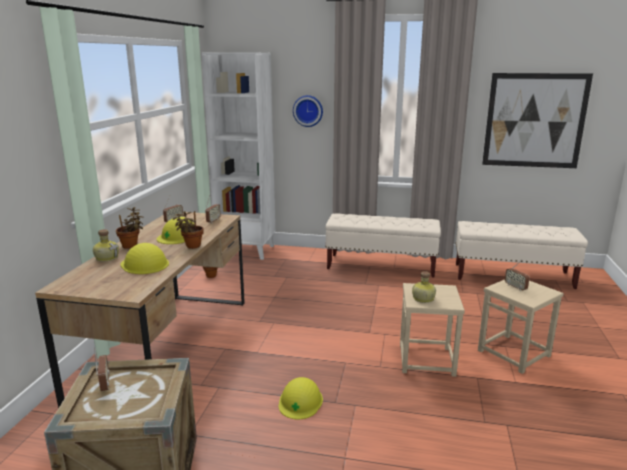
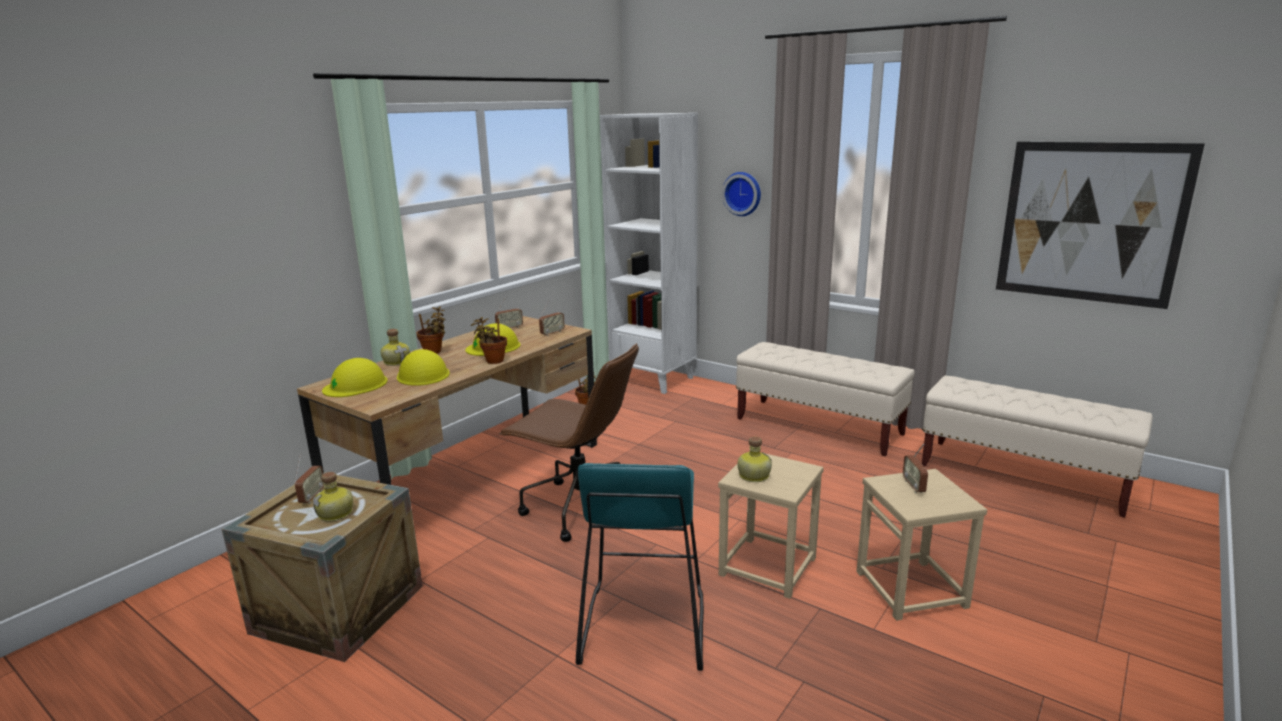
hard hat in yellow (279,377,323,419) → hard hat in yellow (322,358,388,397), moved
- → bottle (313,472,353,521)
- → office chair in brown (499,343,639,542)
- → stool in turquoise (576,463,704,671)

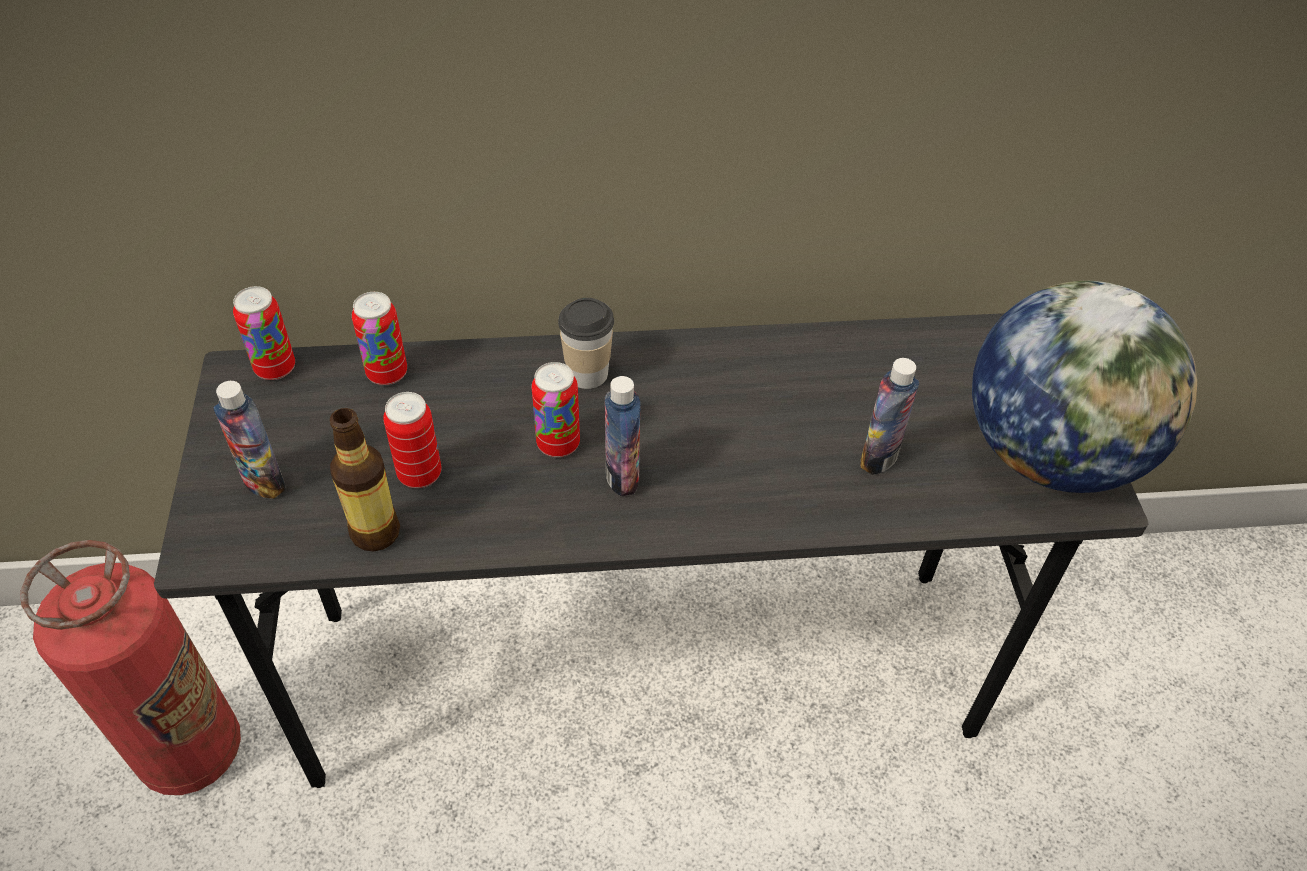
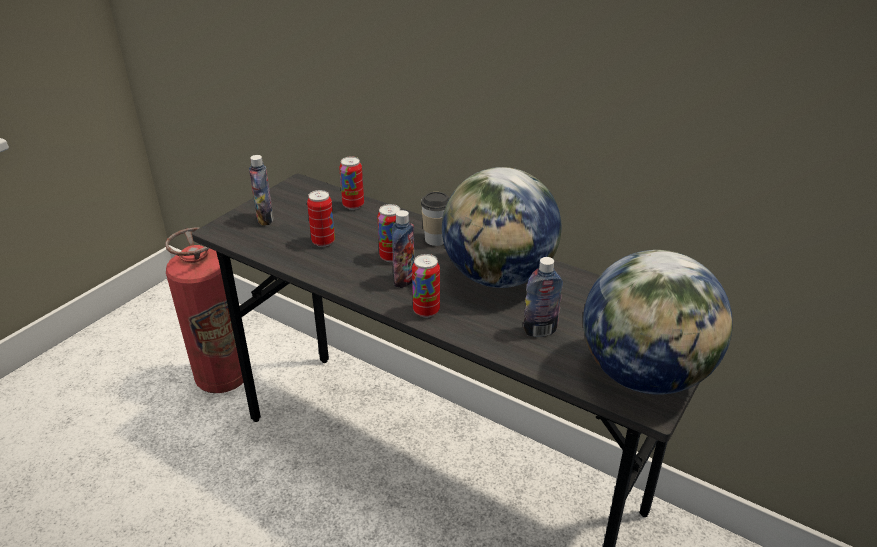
can (233,286,295,380) → can (412,254,440,317), moved
bottle (330,408,400,552) → -
- → globe (442,167,562,288)

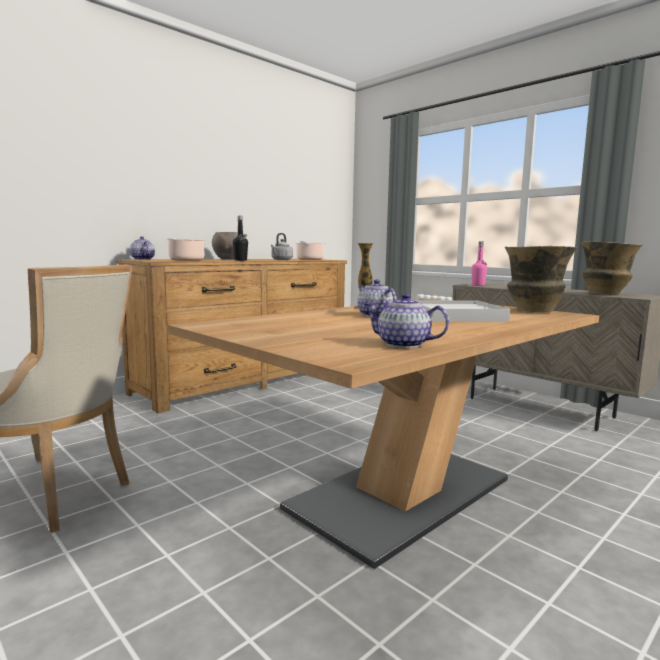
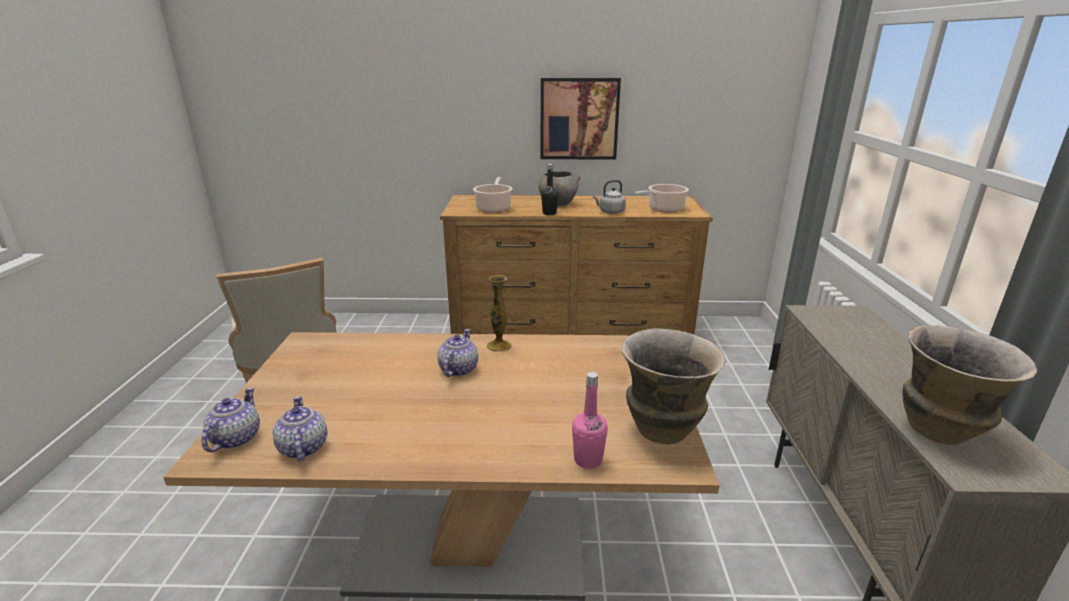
teapot (130,236,155,260) → teapot (201,387,260,452), moved
tray in white (414,300,510,322) → -
bottle in pink (472,242,487,286) → bottle in pink (572,372,608,469), moved
- → picture (540,78,621,160)

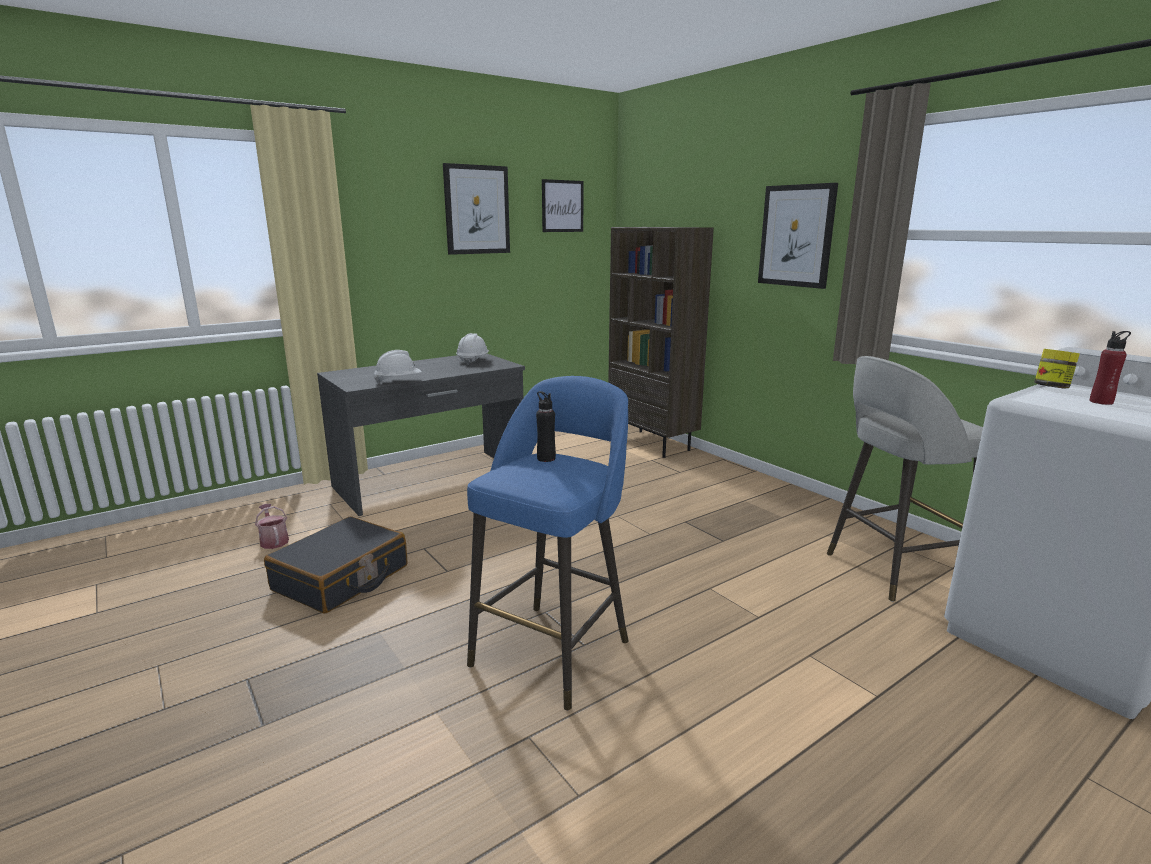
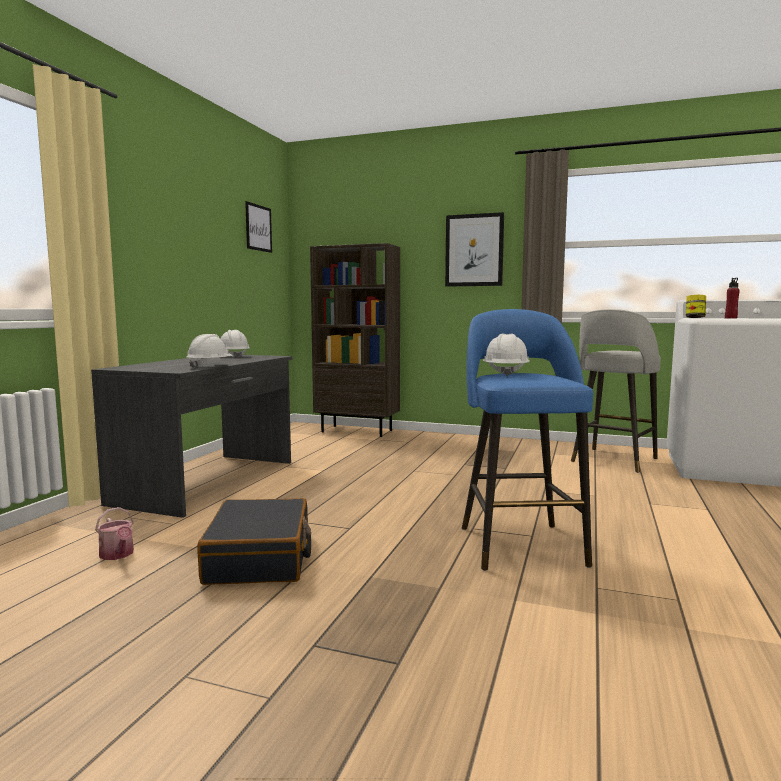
watering can (255,504,289,549) → watering can (95,507,134,560), 150 degrees counterclockwise
picture (443,163,510,255) → -
bottle in black (536,391,556,462) → hard hat in white (483,333,530,377)

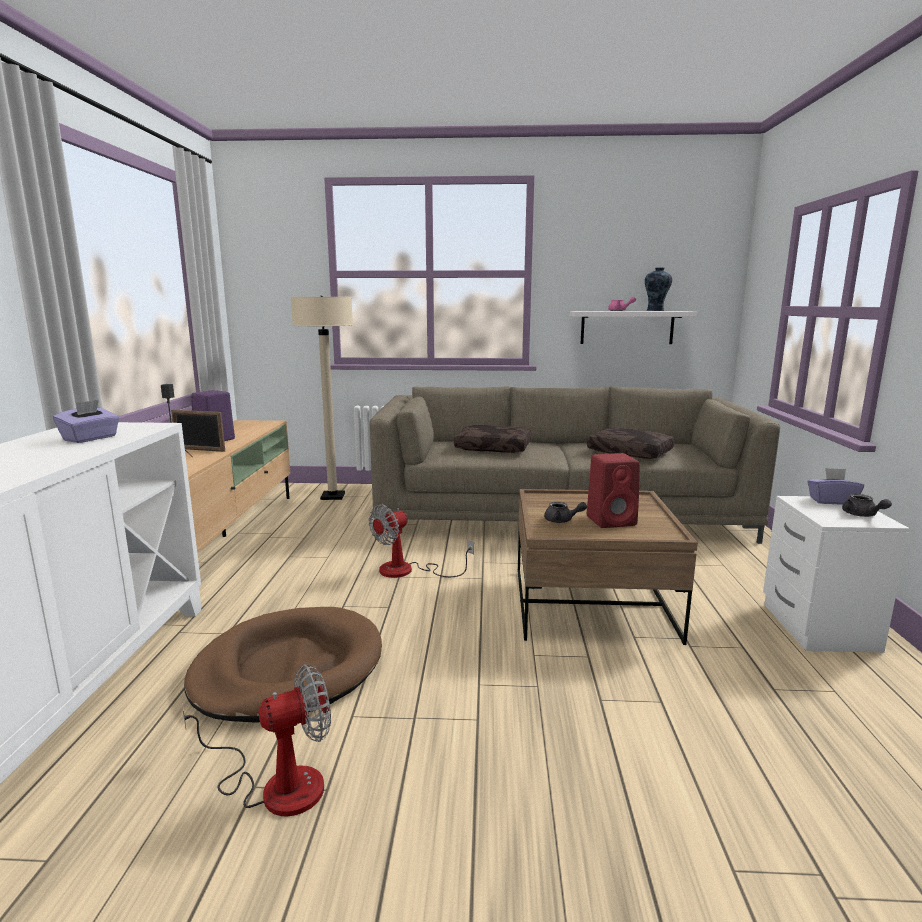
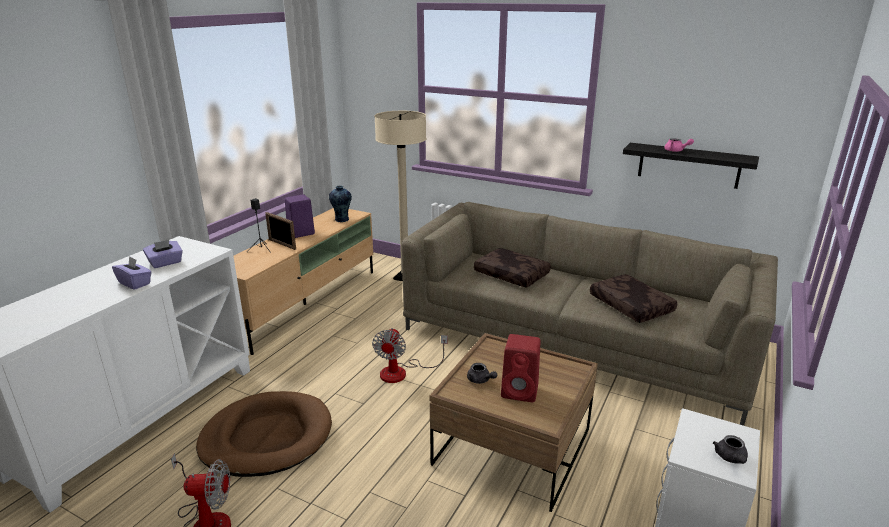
fan (369,504,474,578) → fan (372,328,448,383), 60 degrees counterclockwise
shelf in white (570,311,697,344) → shelf in black (623,143,759,189)
vase (645,267,672,311) → vase (329,185,352,222), moved
tissue box in purple (808,468,864,505) → tissue box in purple (112,256,152,290), moved

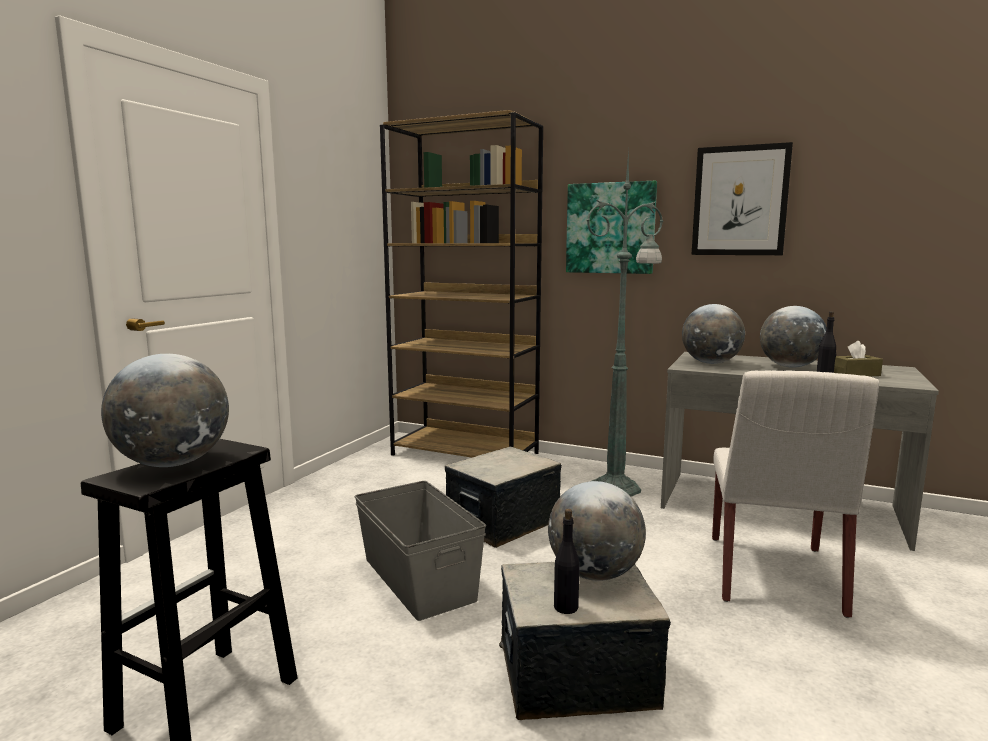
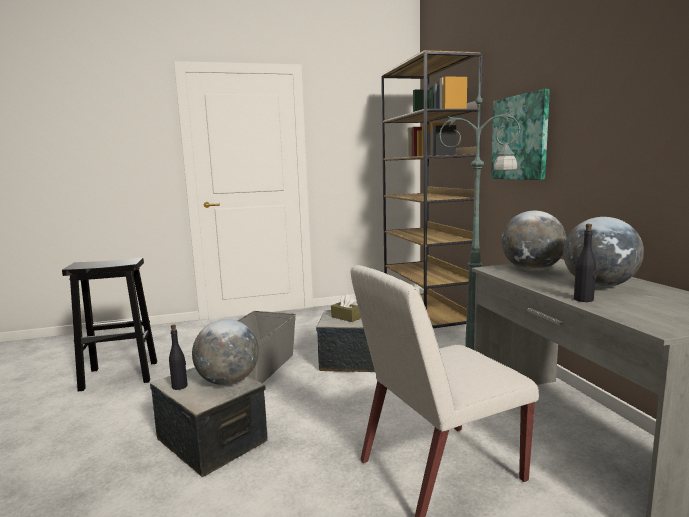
globe (101,354,229,467) → -
picture (691,142,793,255) → -
tissue box in brown (834,341,883,376) → tissue box in brown (331,294,361,322), moved

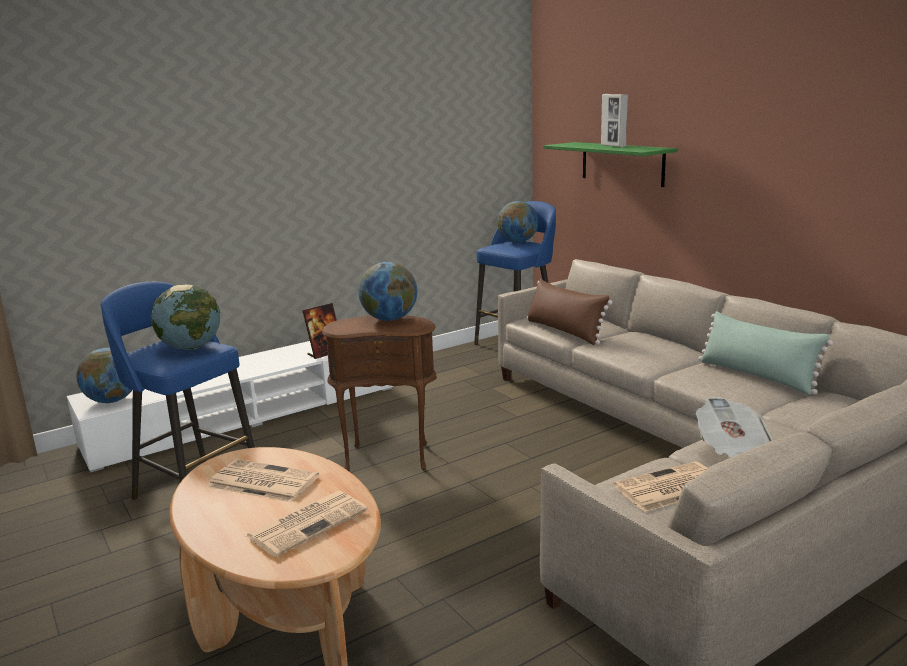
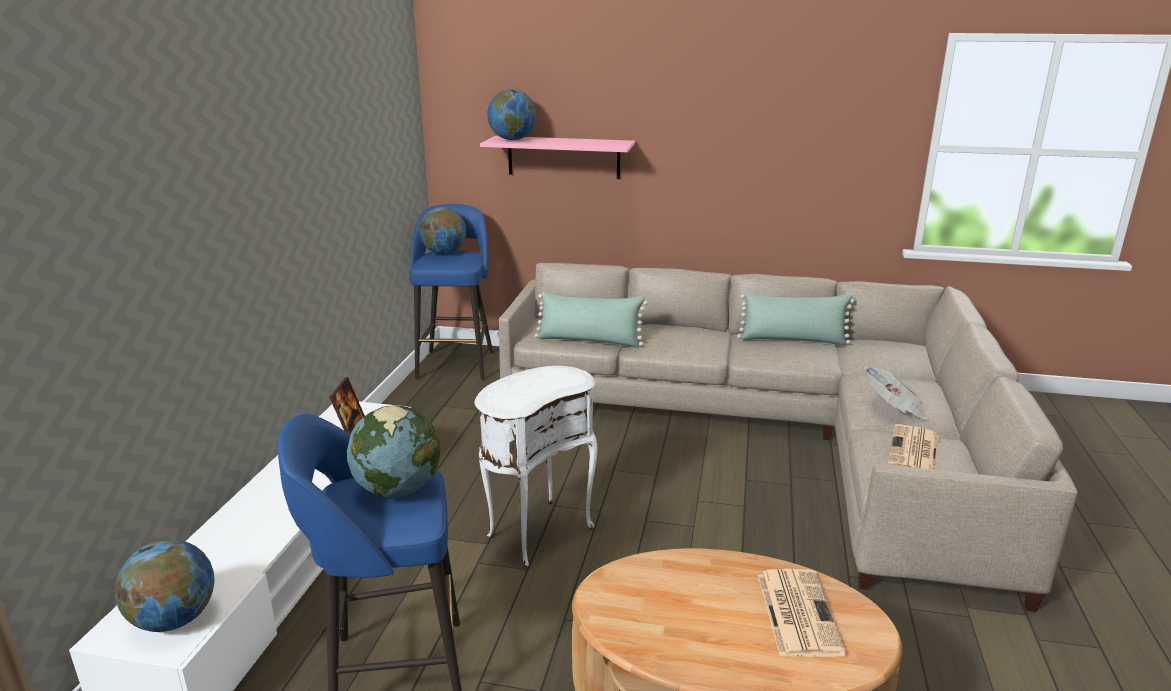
newspaper (208,459,319,502) → -
side table in brown (322,316,437,471) → side table in white (475,366,597,568)
globe (358,262,417,321) → globe (487,89,537,140), moved
pillow in brown (527,279,613,345) → pillow in green (535,292,648,348)
shelf in green (543,142,678,187) → shelf in pink (480,136,635,179)
picture frame (601,94,628,147) → -

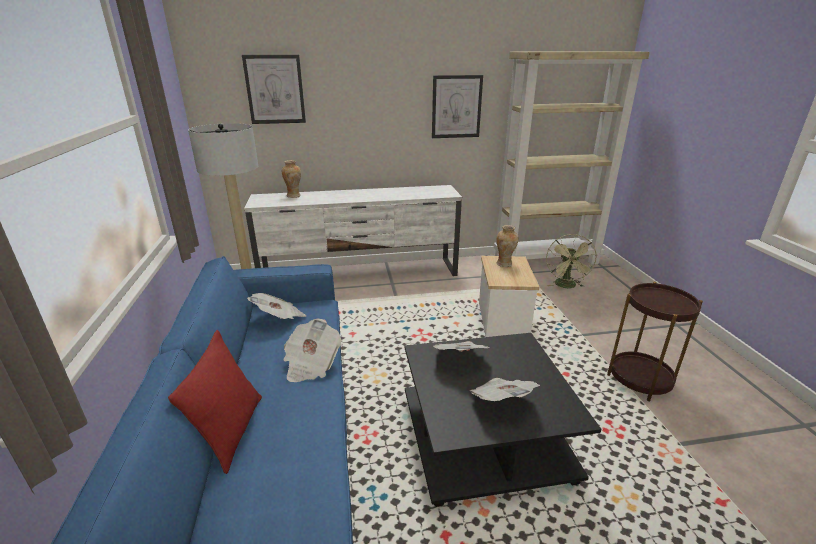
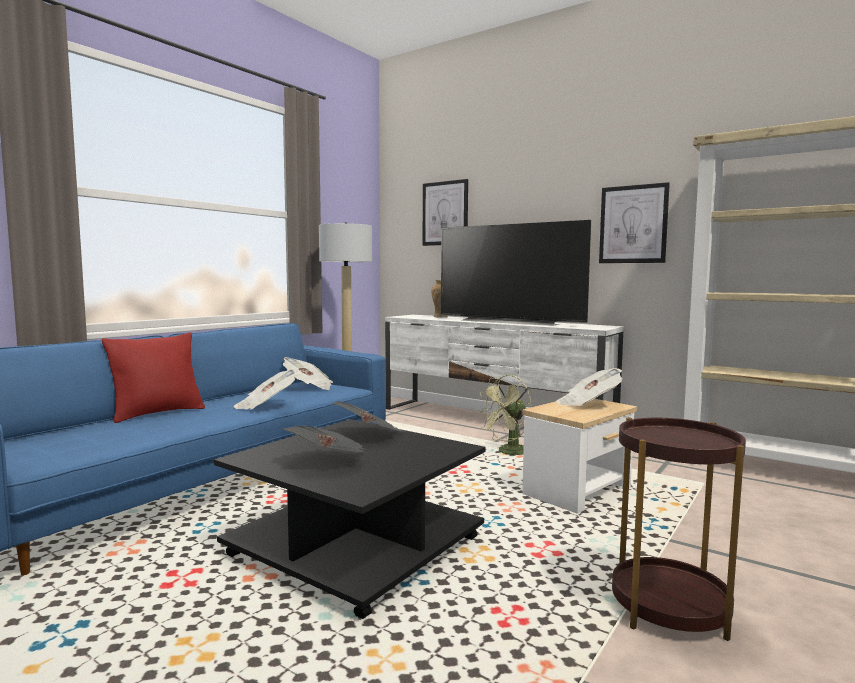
vase (496,225,519,267) → newspaper (556,368,622,406)
fan in green (546,234,598,288) → fan in green (477,375,532,455), moved
- → television (441,220,591,326)

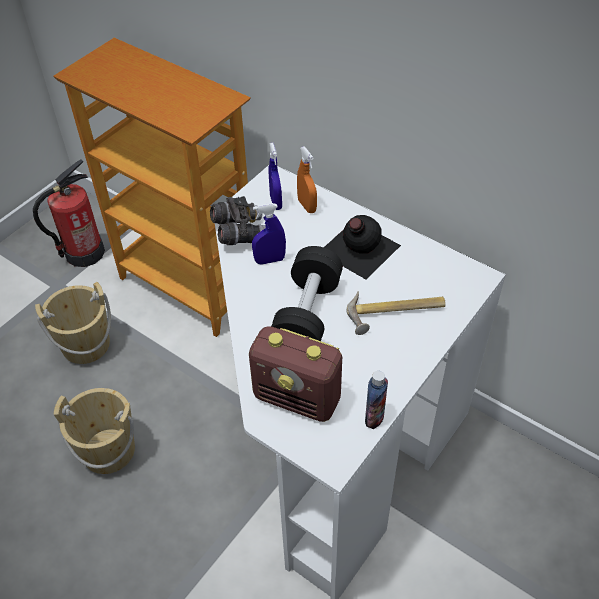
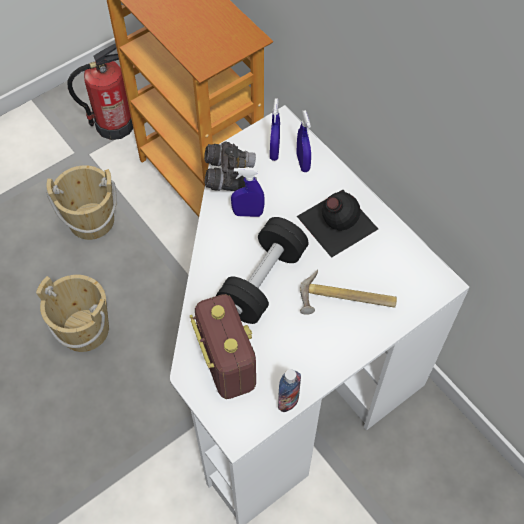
radio (249,326,342,422) → radio (190,294,256,399), 150 degrees counterclockwise
spray bottle in orange (297,147,317,213) → spray bottle in blue (297,110,311,172)

